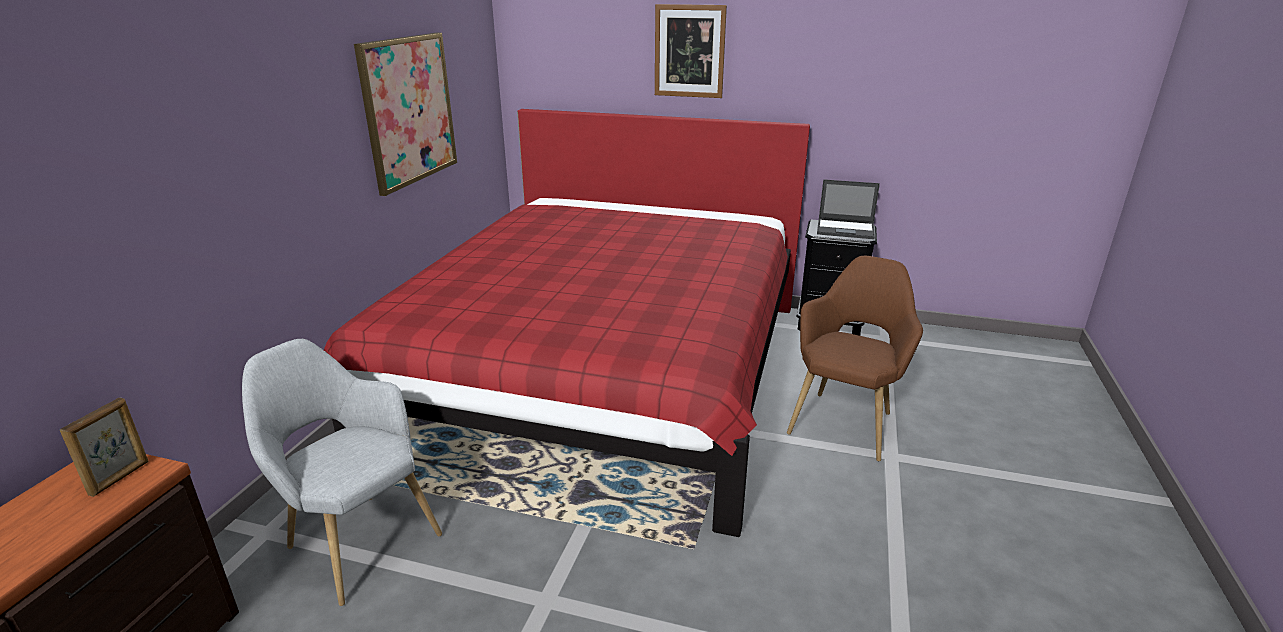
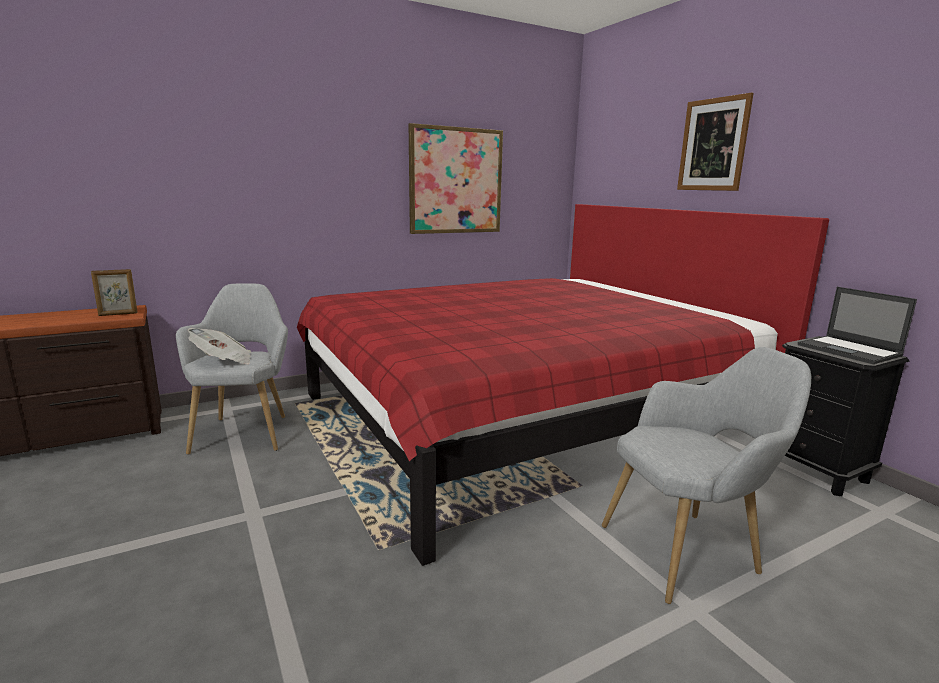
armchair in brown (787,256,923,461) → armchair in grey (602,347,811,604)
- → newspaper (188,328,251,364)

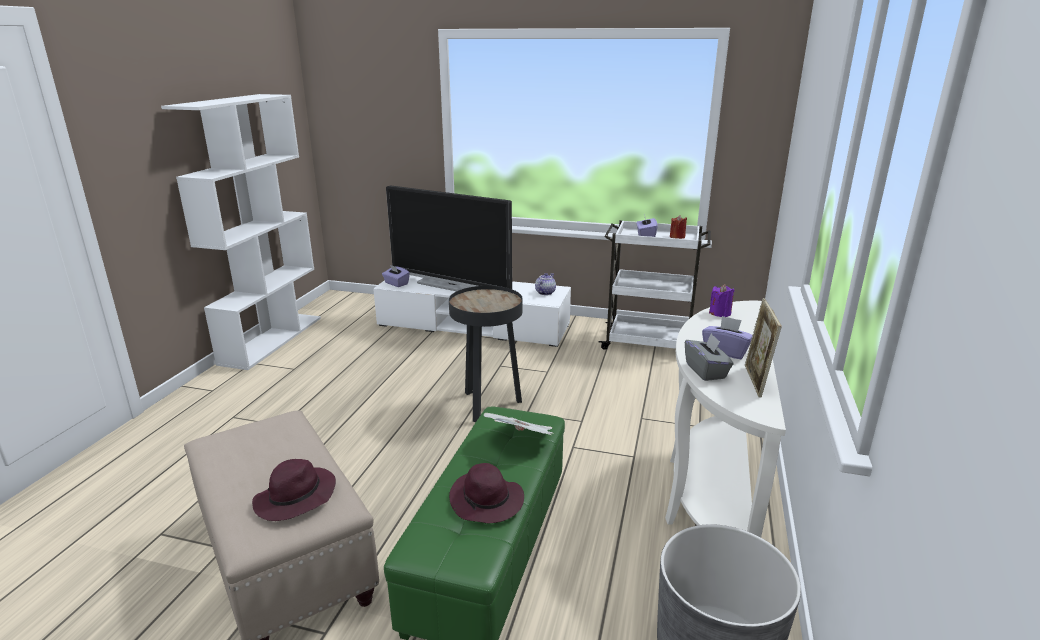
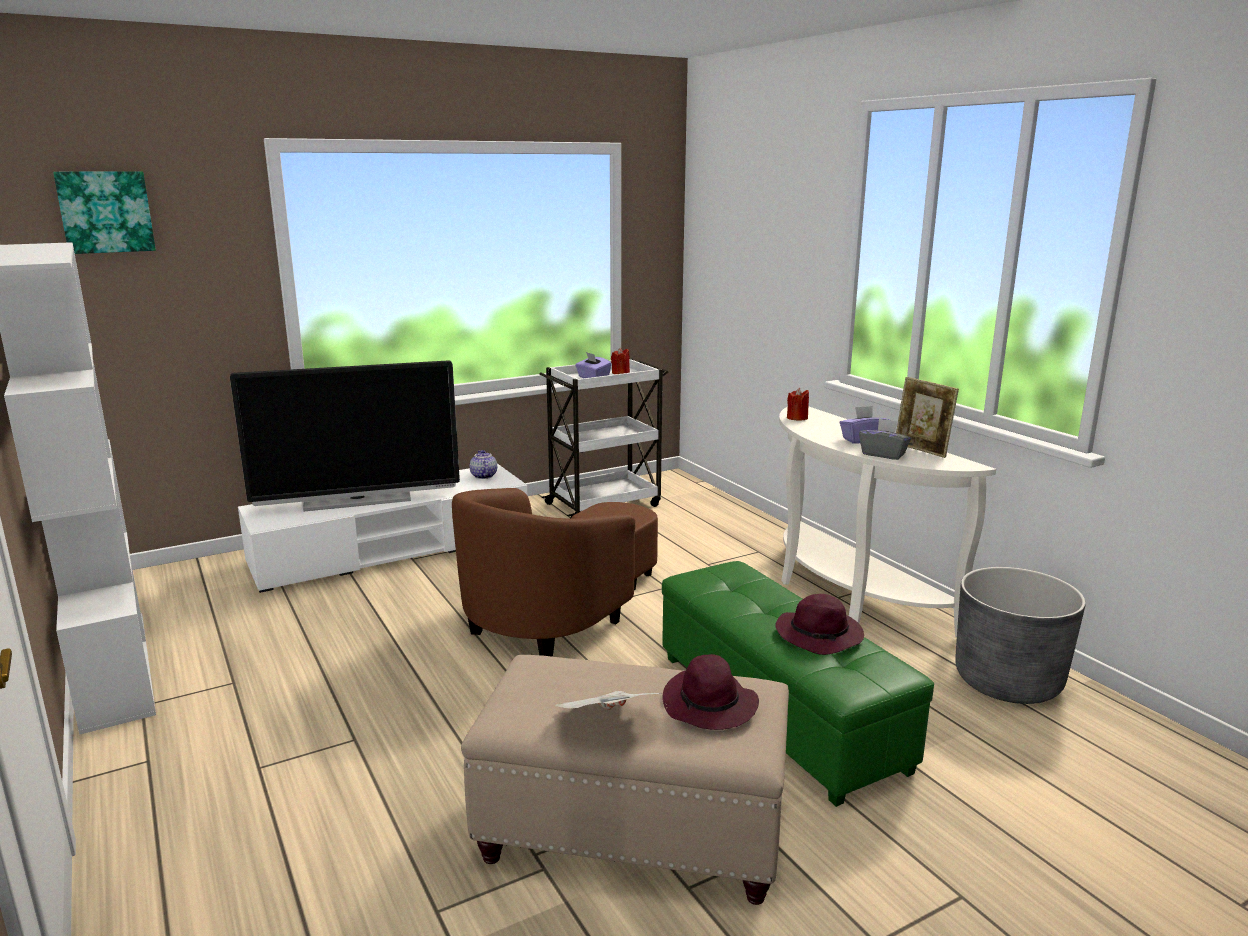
tissue box in purple (382,265,410,287) → -
side table in black (449,286,523,422) → armchair in brown (452,488,658,657)
newspaper (484,413,553,435) → newspaper (555,691,662,710), moved
candle in purple (709,284,734,317) → candle in red (787,388,809,420)
- → picture (53,171,156,254)

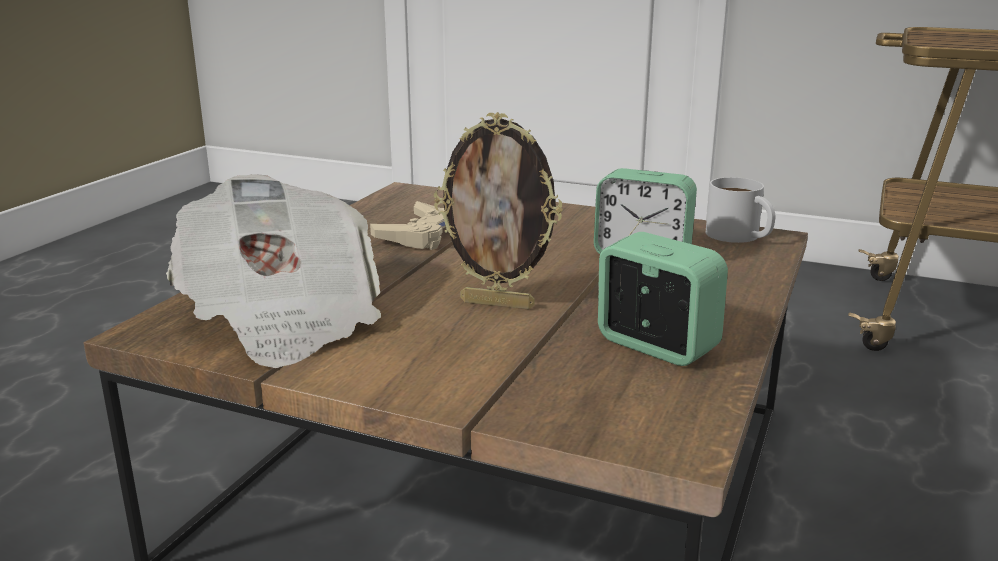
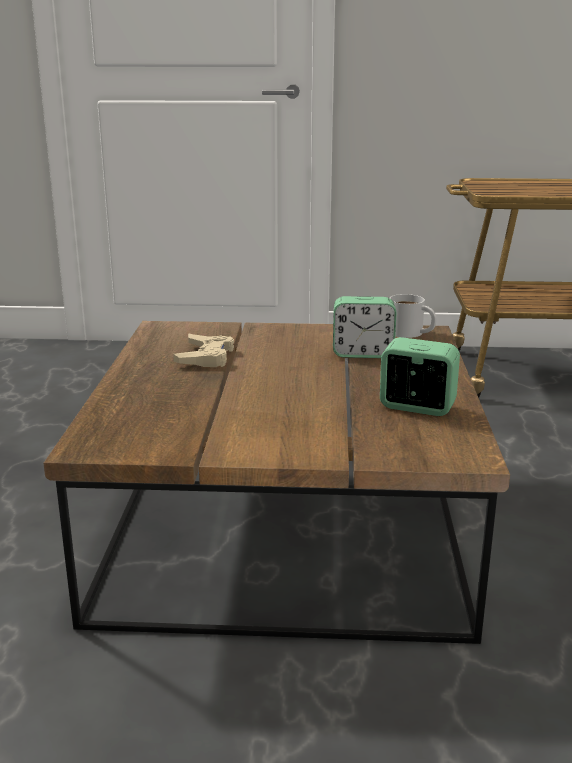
newspaper (166,174,381,368) → -
picture frame (434,112,563,309) → -

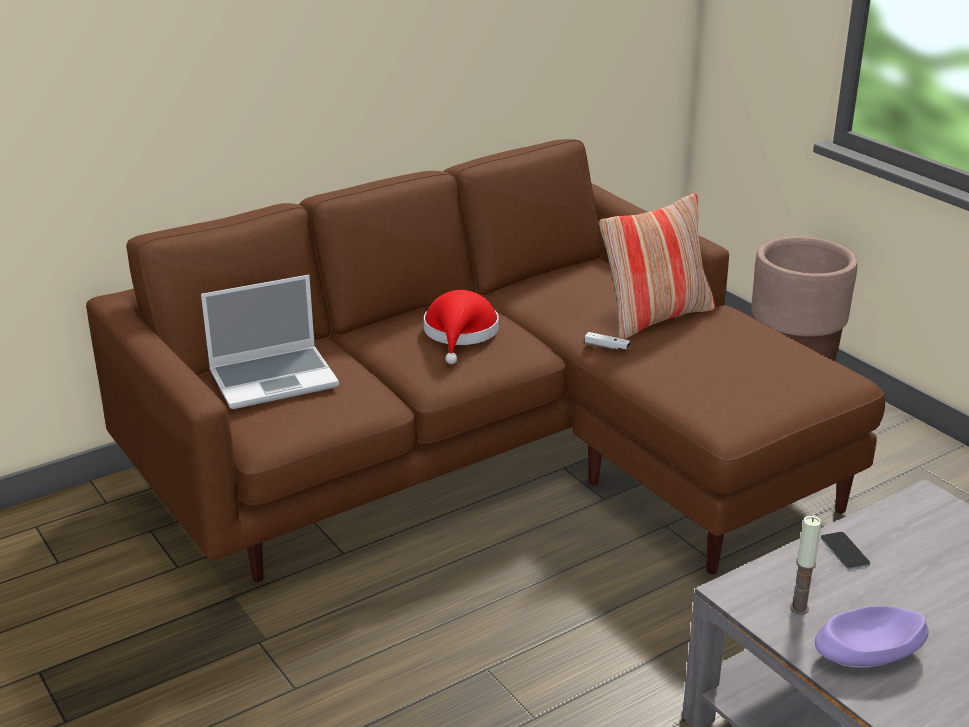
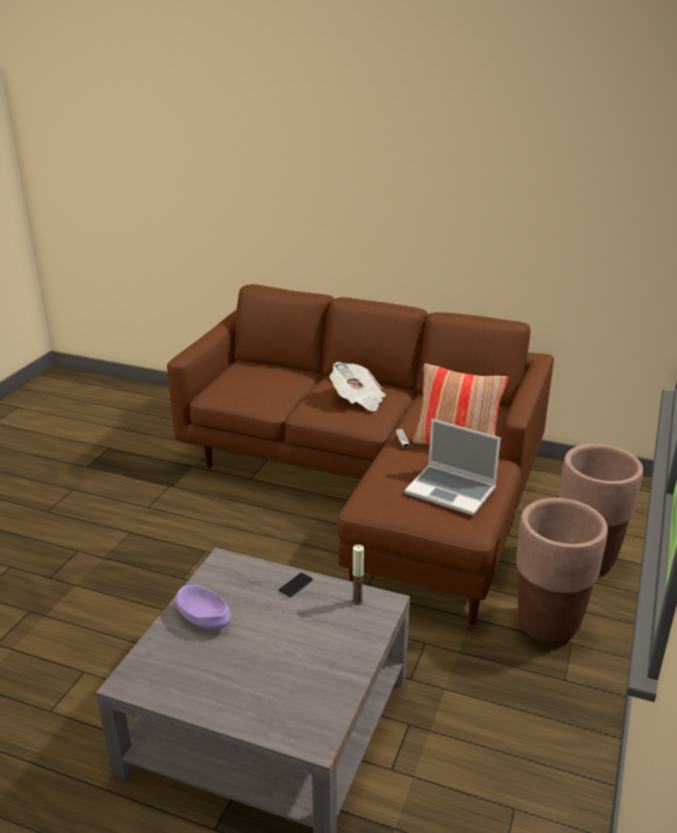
laptop (201,275,339,409) → laptop (405,419,501,515), moved
hat in red (424,290,499,364) → newspaper (329,362,386,411)
candle (790,516,822,615) → candle (352,545,364,605), moved
- → planter in brown (516,498,608,644)

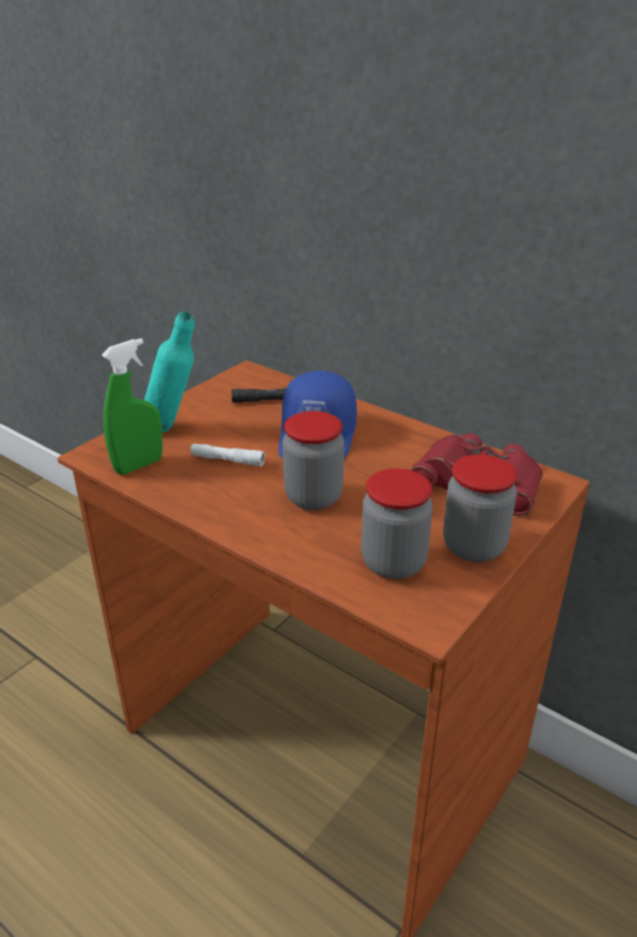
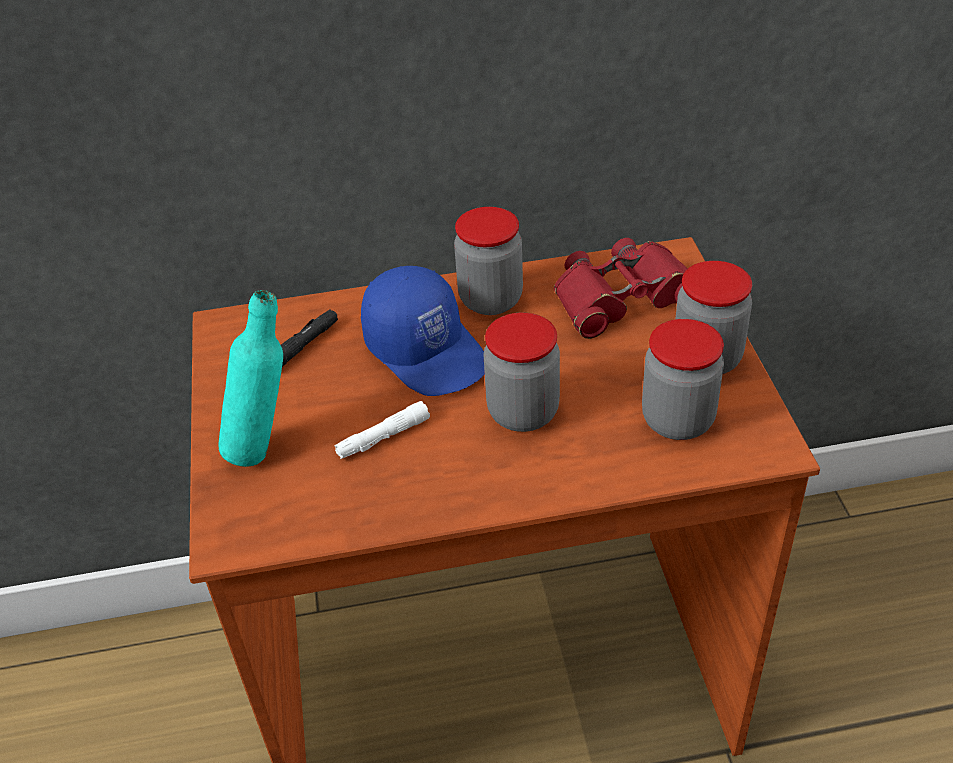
spray bottle in green (102,338,163,474) → -
- → jar (454,207,523,315)

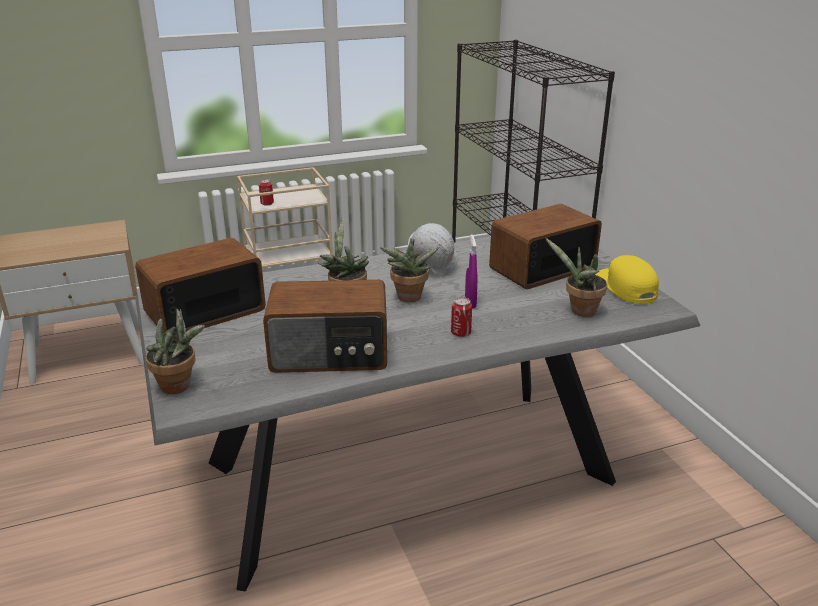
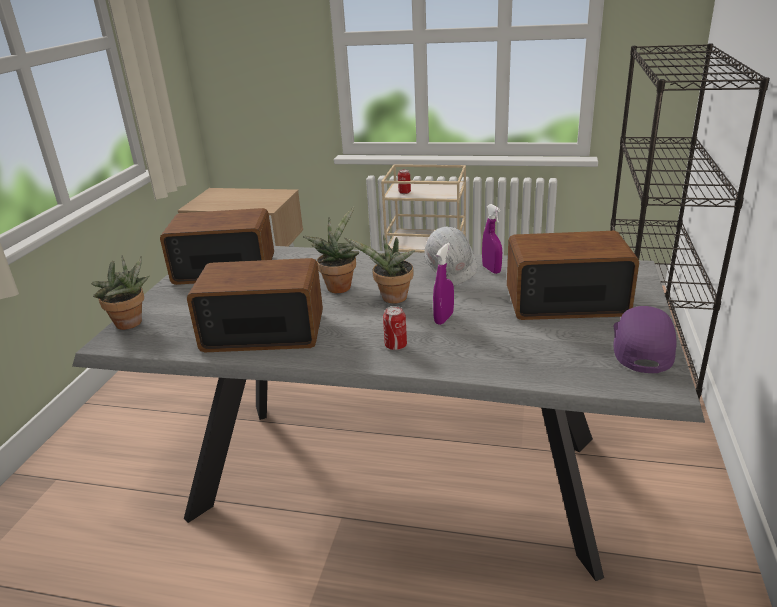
radio (263,280,387,373) → radio (187,258,323,352), 150 degrees clockwise
potted plant (545,238,607,317) → -
cap in yellow (595,255,659,304) → cap in purple (613,306,677,373)
- → spray bottle in purple (482,204,502,274)

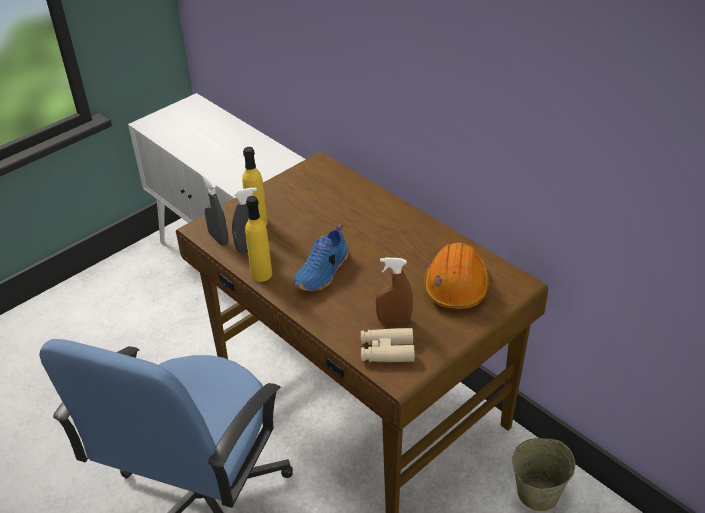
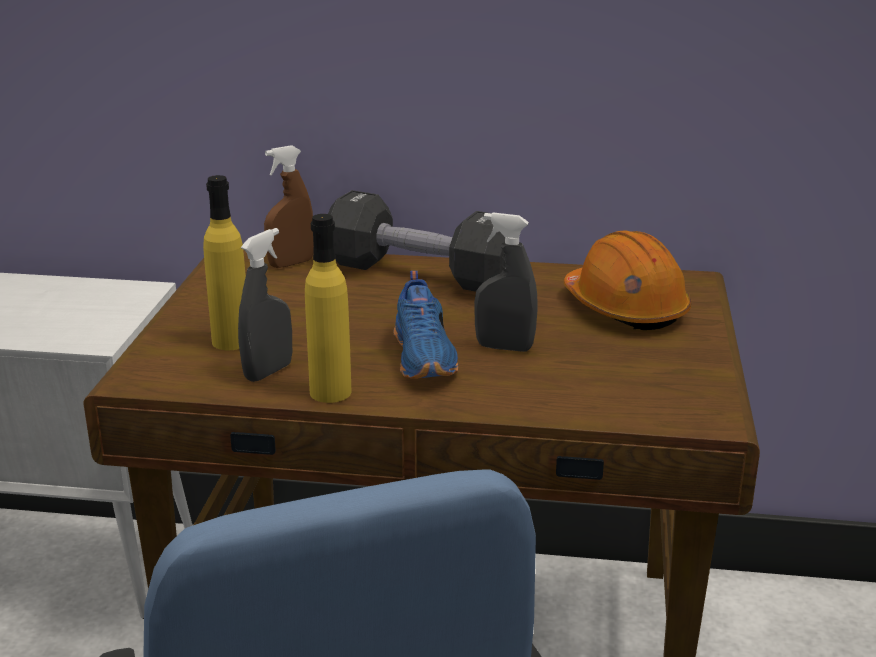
spray bottle in grey (201,174,229,246) → spray bottle in grey (474,212,537,352), moved
binoculars in beige (361,328,415,362) → -
spray bottle in brown (376,258,413,323) → spray bottle in brown (264,145,314,268), moved
bucket in beige (512,438,575,511) → -
- → dumbbell in black (328,190,505,292)

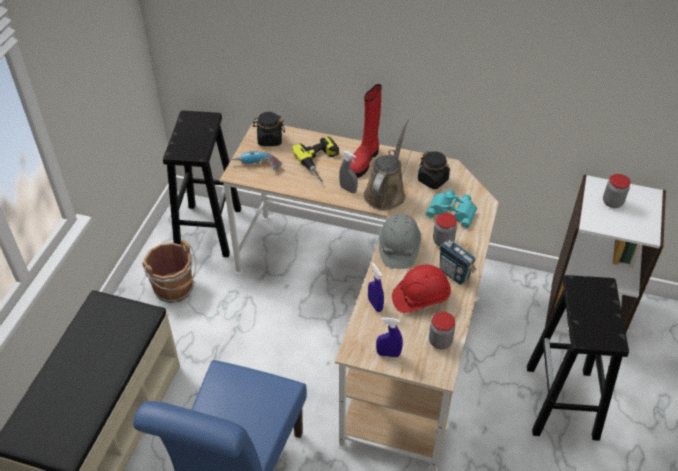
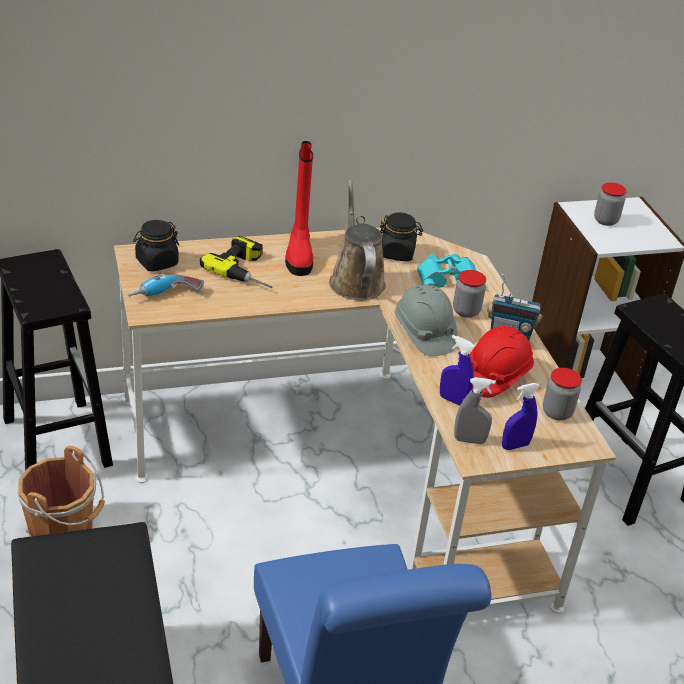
spray bottle in grey (339,151,358,193) → spray bottle in grey (454,377,496,444), moved

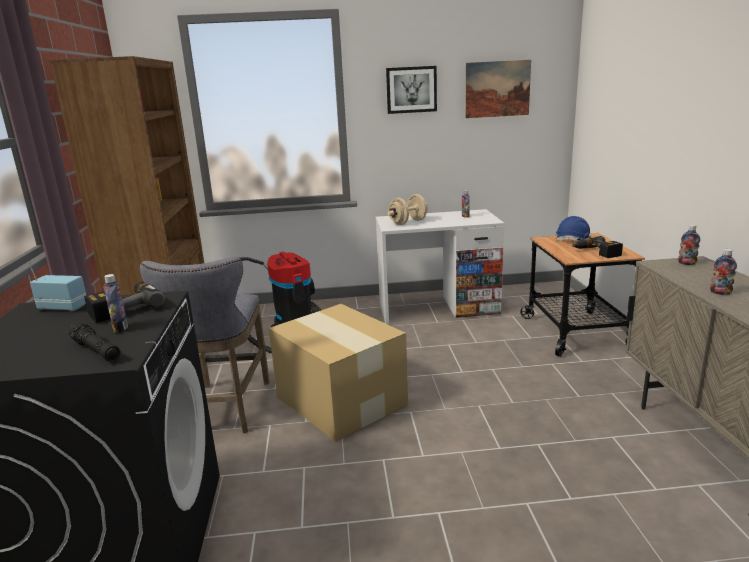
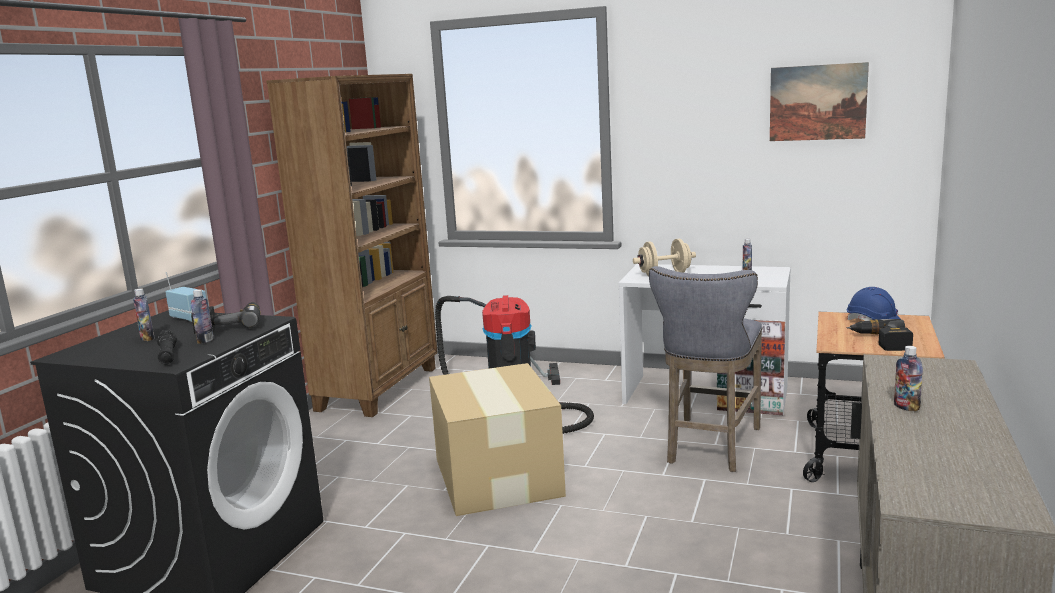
stool in grey (140,256,269,434) → stool in grey (649,266,763,472), moved
picture (386,66,437,114) → -
bottle (678,225,700,265) → bottle (133,289,155,341), moved

